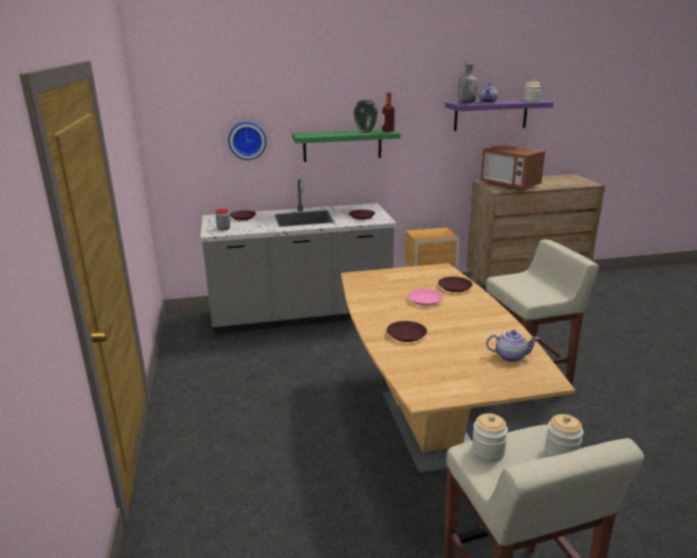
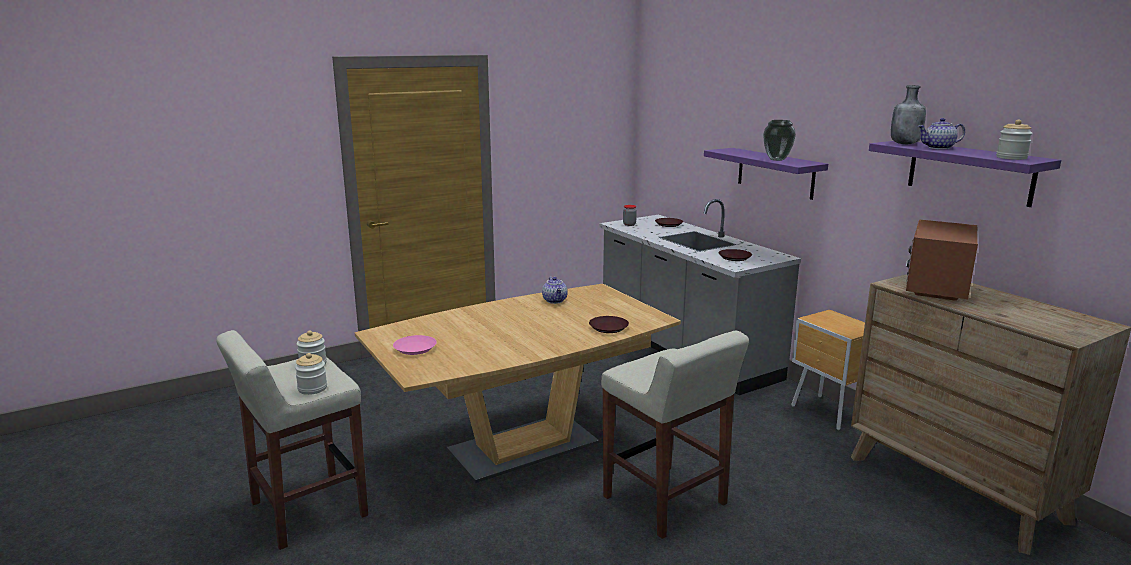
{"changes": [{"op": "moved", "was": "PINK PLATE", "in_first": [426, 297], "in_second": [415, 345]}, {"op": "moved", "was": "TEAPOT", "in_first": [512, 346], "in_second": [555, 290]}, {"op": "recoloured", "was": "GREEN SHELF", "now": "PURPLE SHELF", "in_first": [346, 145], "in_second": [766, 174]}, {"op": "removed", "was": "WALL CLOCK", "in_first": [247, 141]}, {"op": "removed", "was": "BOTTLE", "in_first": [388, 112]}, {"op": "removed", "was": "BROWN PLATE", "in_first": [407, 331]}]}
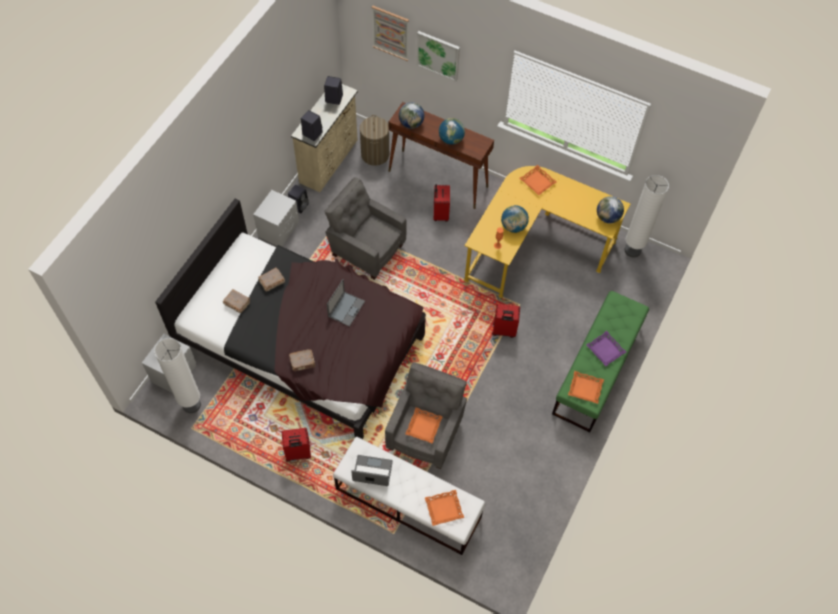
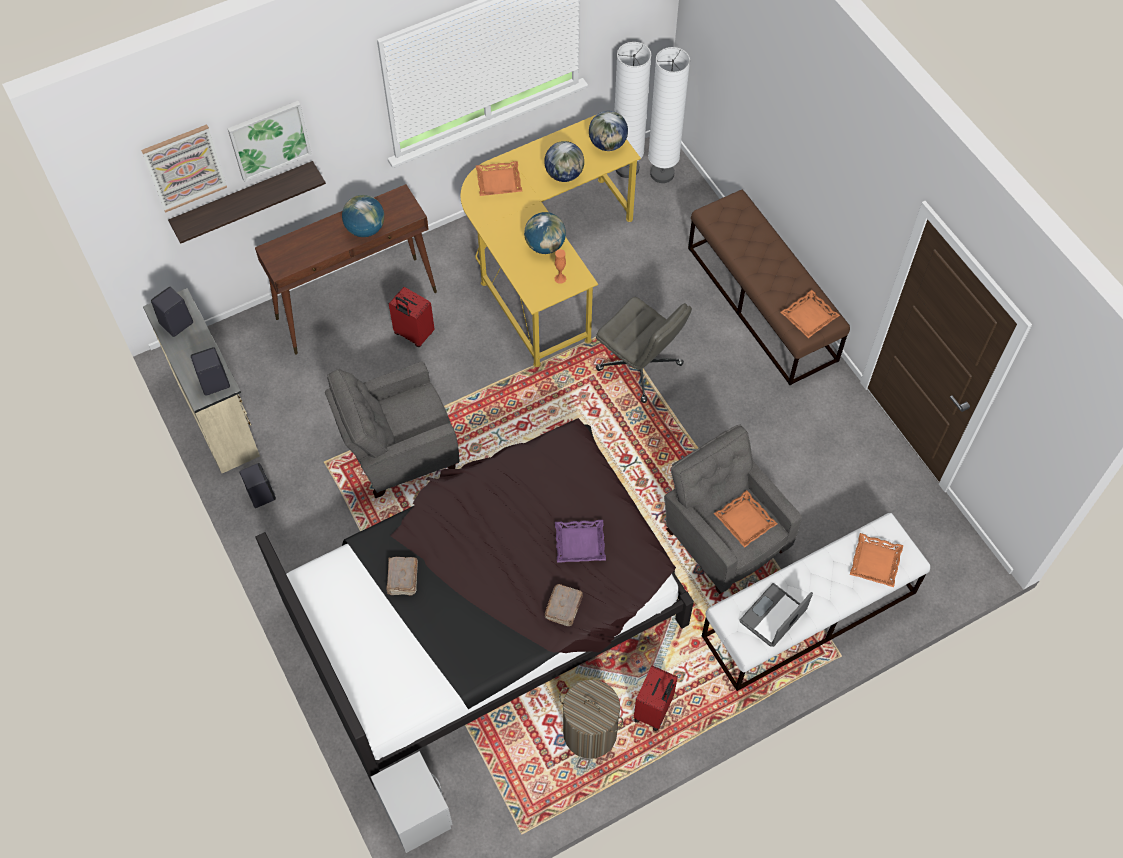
{"changes": [{"op": "added", "now": "SHELF", "in_second": [247, 202]}, {"op": "moved", "was": "GLOBE", "in_first": [411, 115], "in_second": [564, 161]}, {"op": "moved", "was": "PURPLE TRAY", "in_first": [606, 348], "in_second": [580, 541]}, {"op": "moved", "was": "LAUNDRY BASKET", "in_first": [374, 140], "in_second": [591, 719]}, {"op": "replaced", "was": "RED SUITCASE", "now": "GREY OFFICE CHAIR", "in_first": [506, 321], "in_second": [644, 350]}, {"op": "moved", "was": "WHITE FLOOR LAMP", "in_first": [177, 375], "in_second": [669, 115]}, {"op": "recoloured", "was": "GREEN BENCH", "now": "BROWN BENCH", "in_first": [600, 361], "in_second": [769, 287]}, {"op": "removed", "was": "BROWN BOOK", "in_first": [236, 301]}, {"op": "removed", "was": "GREY NIGHTSTAND", "in_first": [276, 218]}, {"op": "removed", "was": "LAPTOP", "in_first": [346, 303]}]}
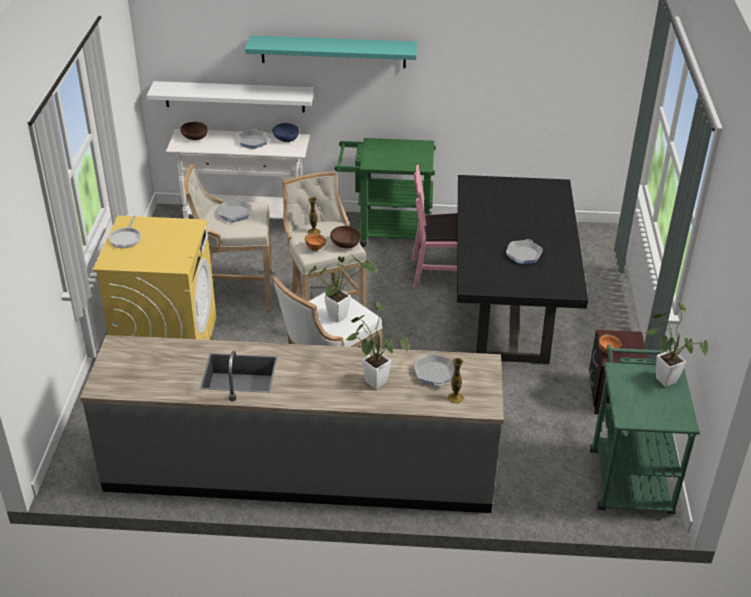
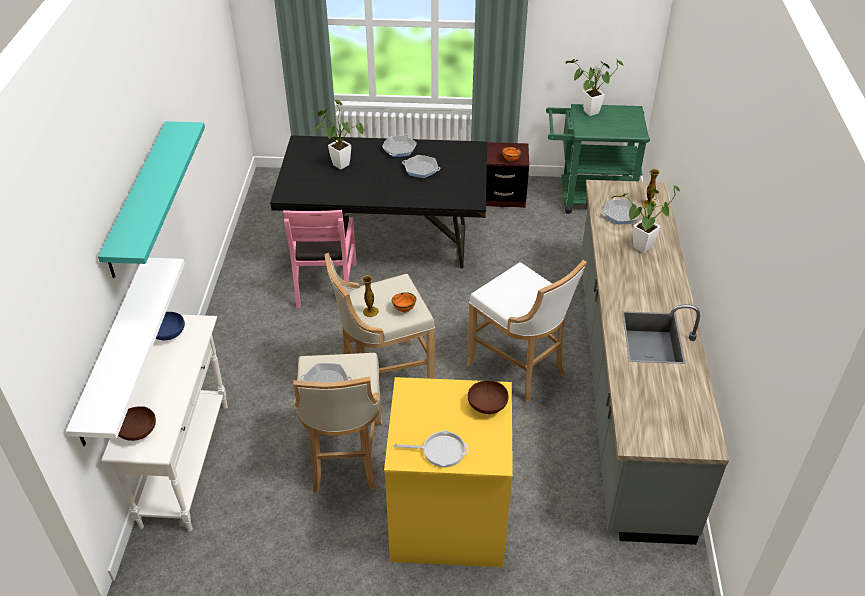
{"changes": [{"op": "moved", "was": "POTTED PLANT", "in_first": [342, 288], "in_second": [339, 135]}, {"op": "moved", "was": "FRYING PAN", "in_first": [253, 139], "in_second": [399, 146]}, {"op": "moved", "was": "BROWN BOWL", "in_first": [345, 237], "in_second": [488, 397]}, {"op": "removed", "was": "GREEN CART", "in_first": [385, 193]}]}
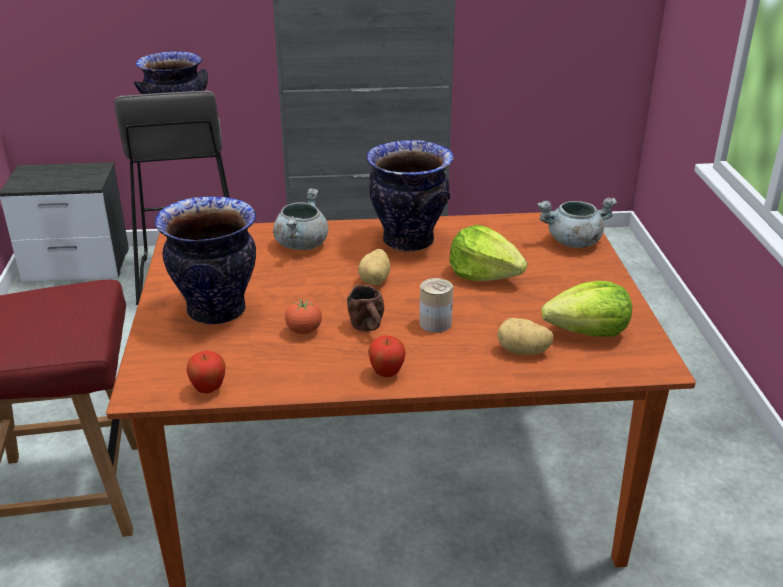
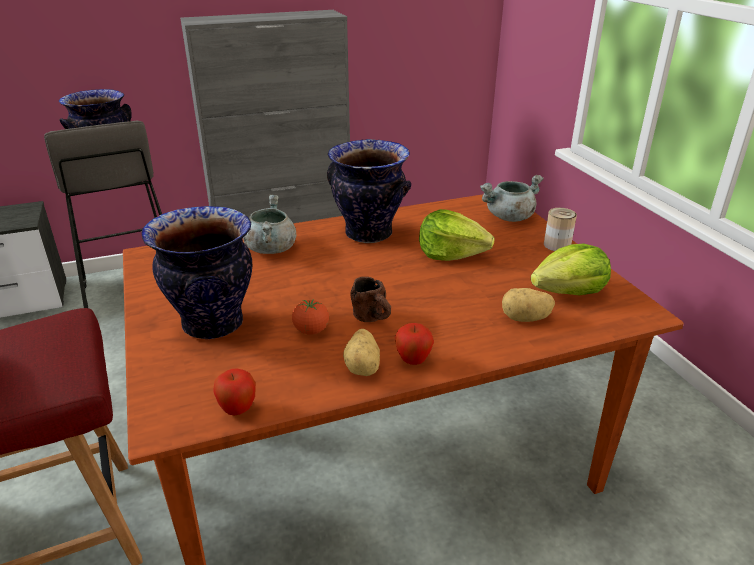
{"changes": [{"op": "moved", "was": "POTATO", "in_first": [374, 267], "in_second": [361, 352]}, {"op": "moved", "was": "CAN", "in_first": [436, 305], "in_second": [560, 229]}]}
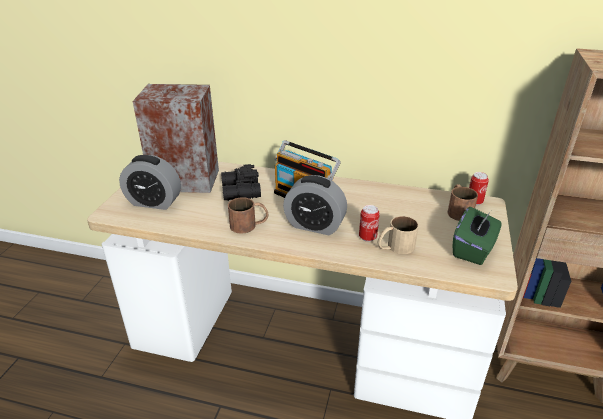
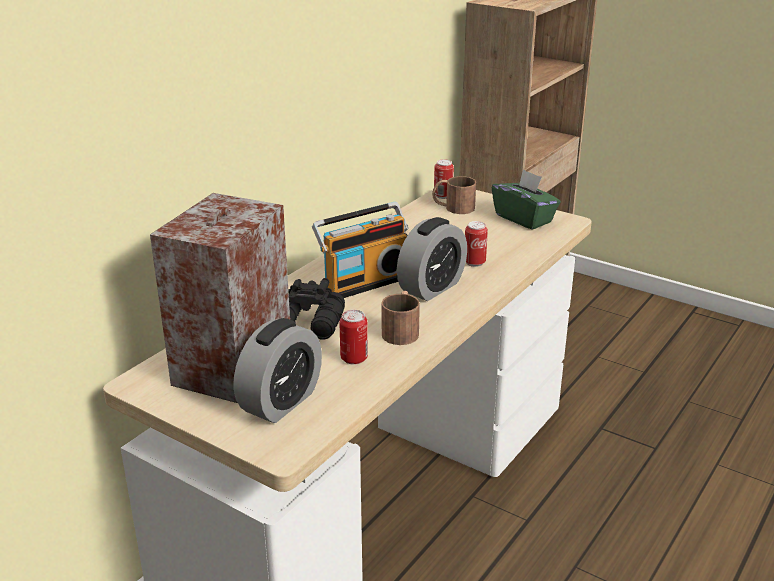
{"changes": [{"op": "added", "now": "CAN", "in_second": [353, 337]}, {"op": "removed", "was": "BEIGE MUG", "in_first": [398, 235]}]}
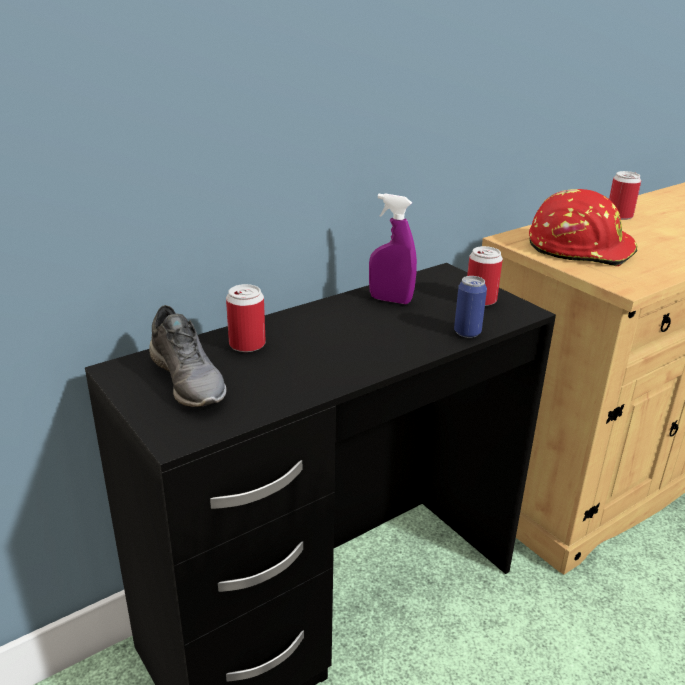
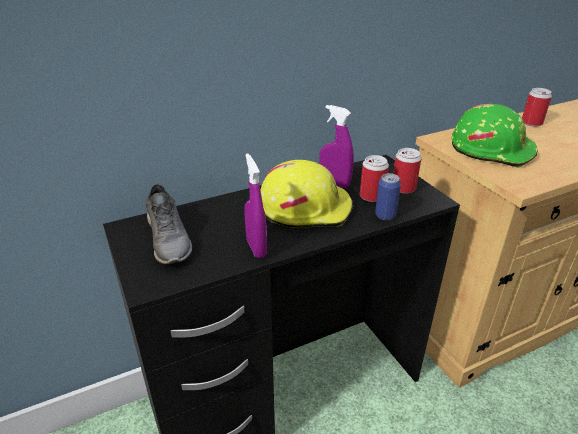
{"changes": [{"op": "added", "now": "PURPLE SPRAY BOTTLE", "in_second": [255, 206]}, {"op": "added", "now": "YELLOW HARD HAT", "in_second": [307, 194]}, {"op": "moved", "was": "CAN", "in_first": [246, 318], "in_second": [374, 178]}, {"op": "recoloured", "was": "RED HARD HAT", "now": "GREEN HARD HAT", "in_first": [583, 227], "in_second": [495, 136]}]}
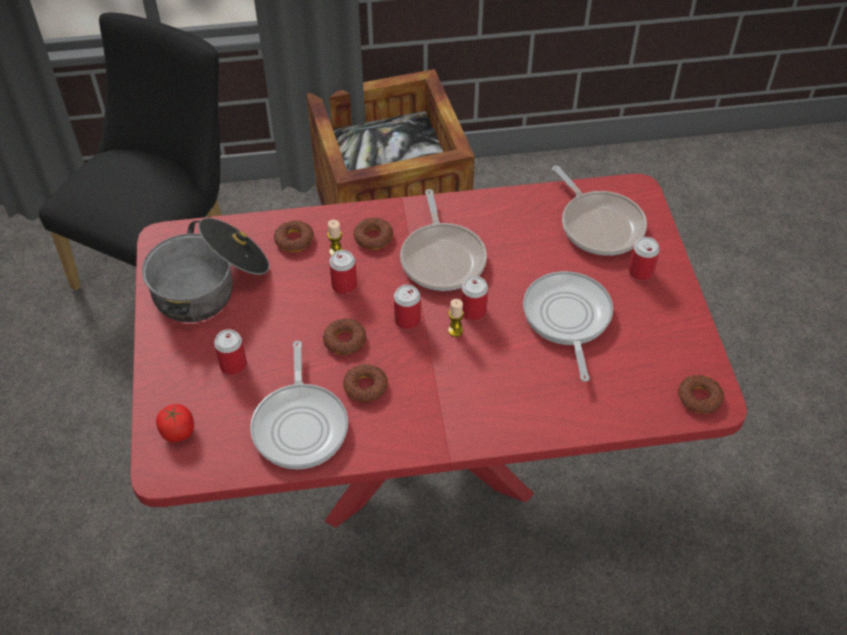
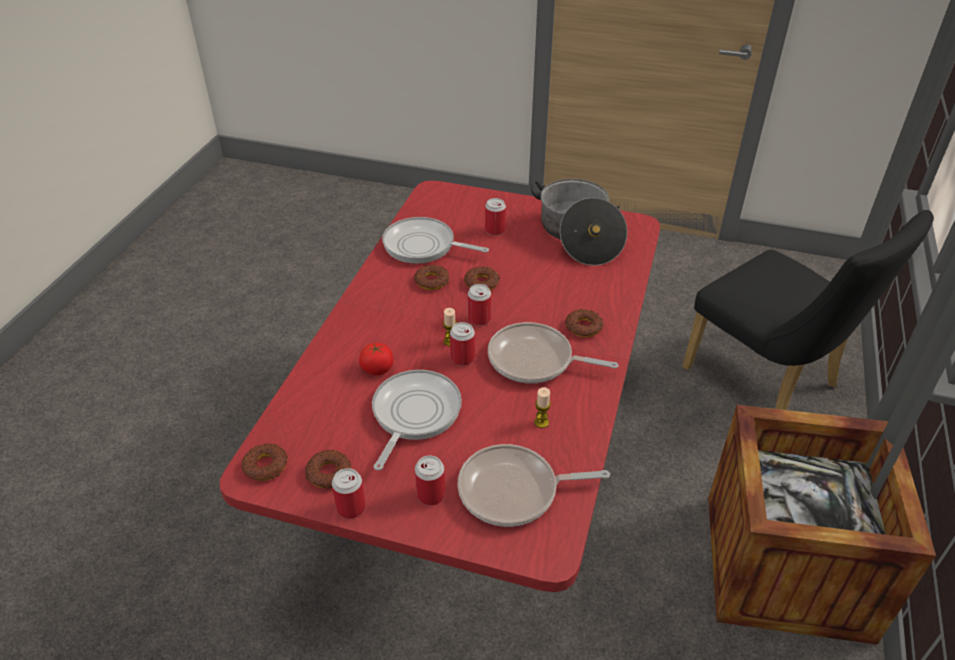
{"changes": [{"op": "moved", "was": "DONUT", "in_first": [294, 236], "in_second": [328, 469]}, {"op": "moved", "was": "CAN", "in_first": [343, 272], "in_second": [349, 493]}, {"op": "moved", "was": "TOMATO", "in_first": [175, 423], "in_second": [376, 359]}, {"op": "turned", "was": "FRYING PAN", "in_first": [568, 326], "in_second": [417, 420], "clockwise": -90}, {"op": "moved", "was": "CANDLE", "in_first": [335, 238], "in_second": [542, 407]}]}
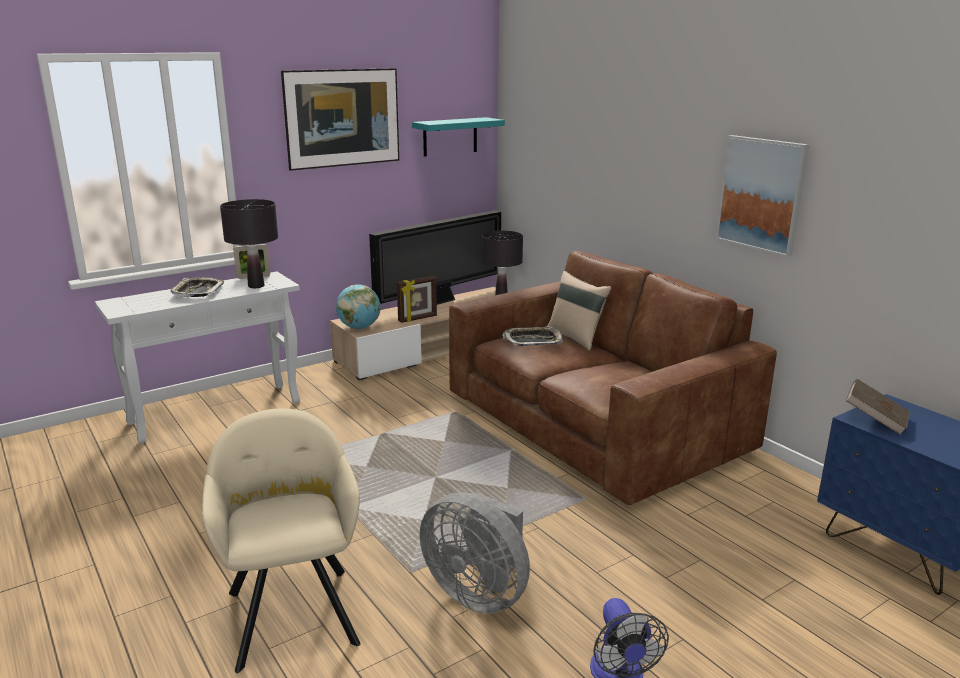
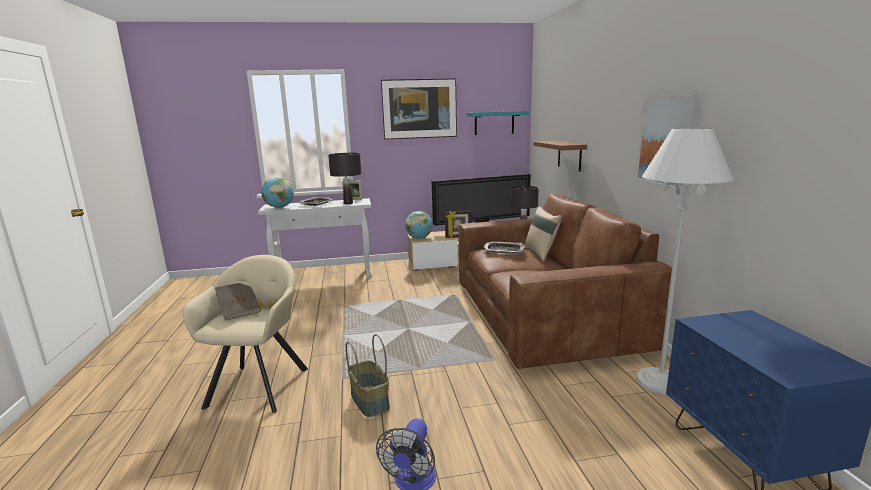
{"changes": [{"op": "moved", "was": "BROWN BOOK", "in_first": [878, 407], "in_second": [238, 302]}, {"op": "added", "now": "GLOBE", "in_second": [277, 192]}, {"op": "replaced", "was": "GREY FAN", "now": "BASKET", "in_first": [474, 553], "in_second": [367, 375]}, {"op": "added", "now": "BROWN SHELF", "in_second": [560, 156]}, {"op": "added", "now": "WHITE FLOOR LAMP", "in_second": [685, 261]}]}
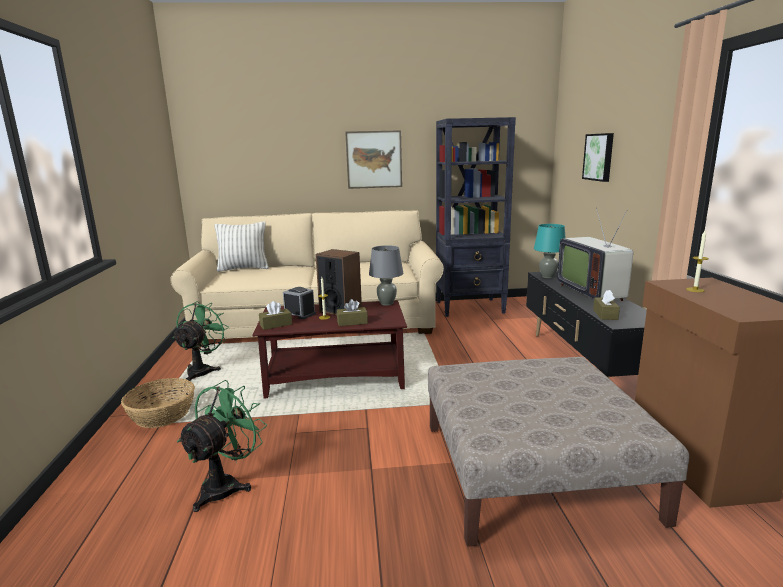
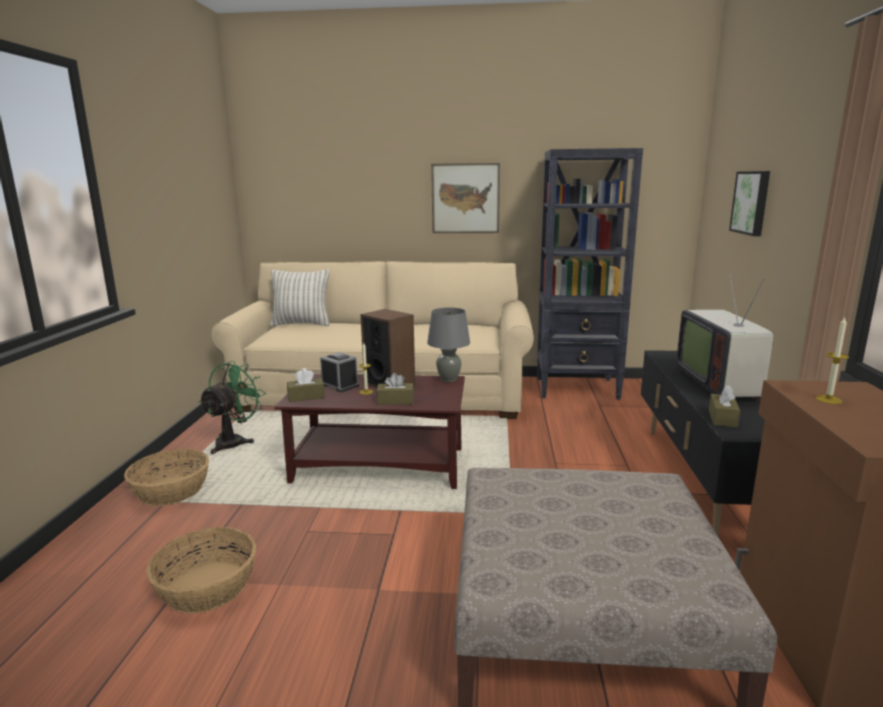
{"changes": [{"op": "replaced", "was": "GREEN FAN", "now": "BASKET", "in_first": [222, 446], "in_second": [201, 570]}, {"op": "removed", "was": "TURQUOISE TABLE LAMP", "in_first": [550, 251]}]}
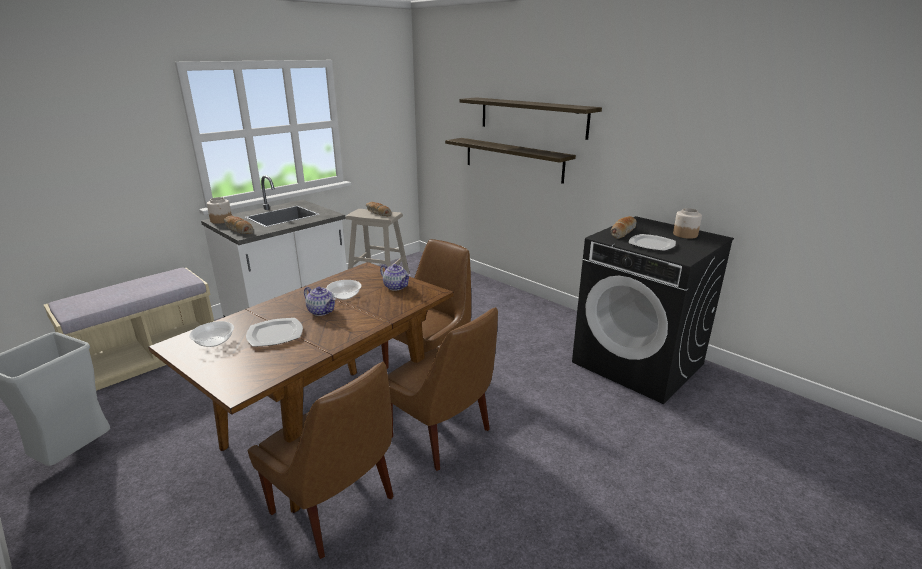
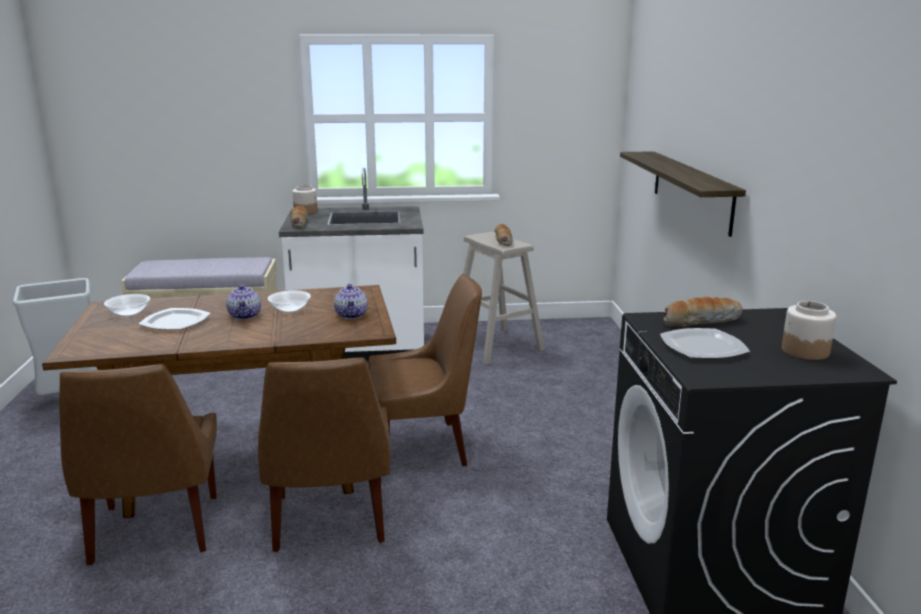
{"changes": [{"op": "removed", "was": "SHELF", "in_first": [530, 118]}]}
